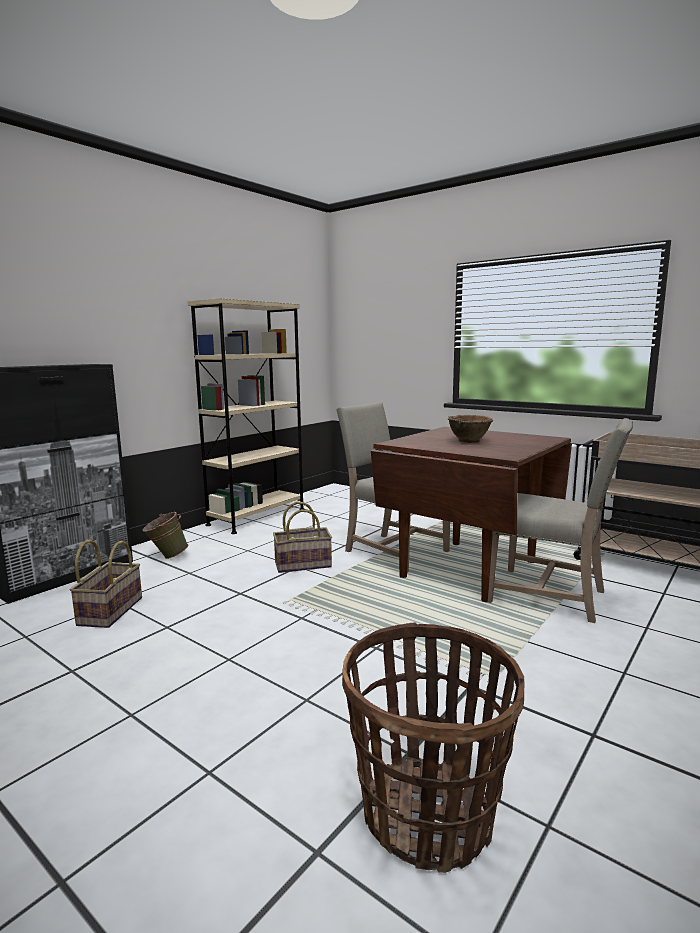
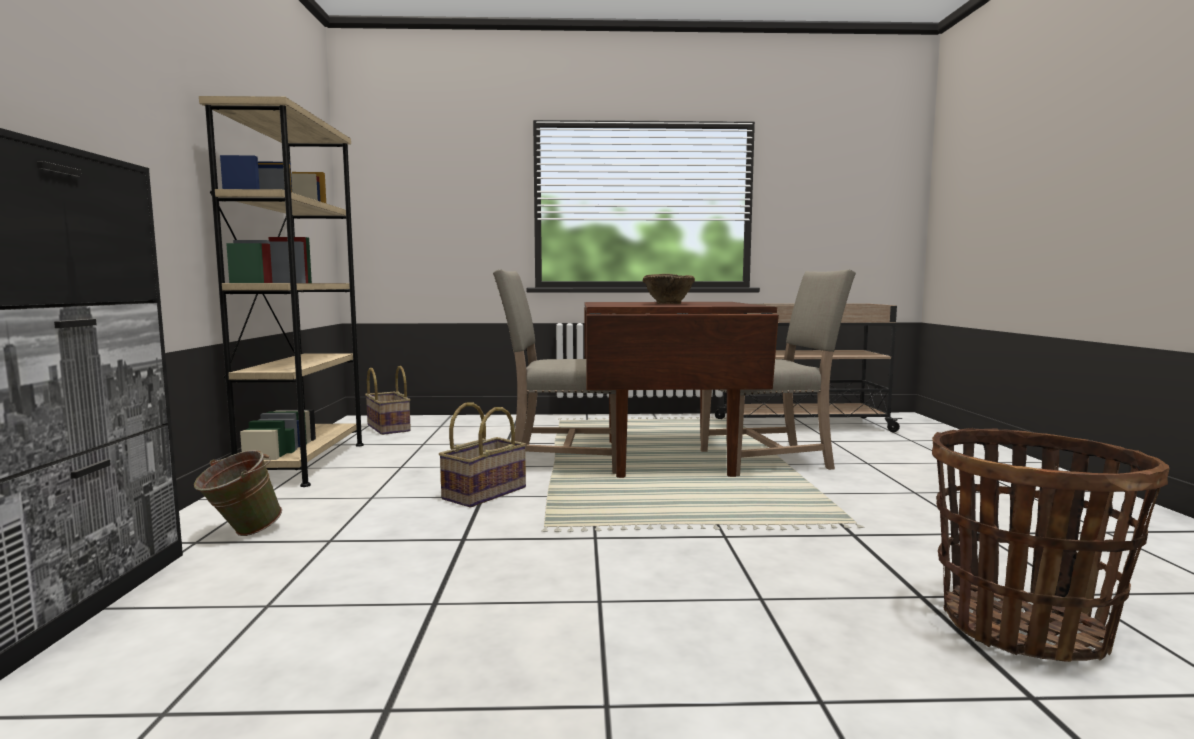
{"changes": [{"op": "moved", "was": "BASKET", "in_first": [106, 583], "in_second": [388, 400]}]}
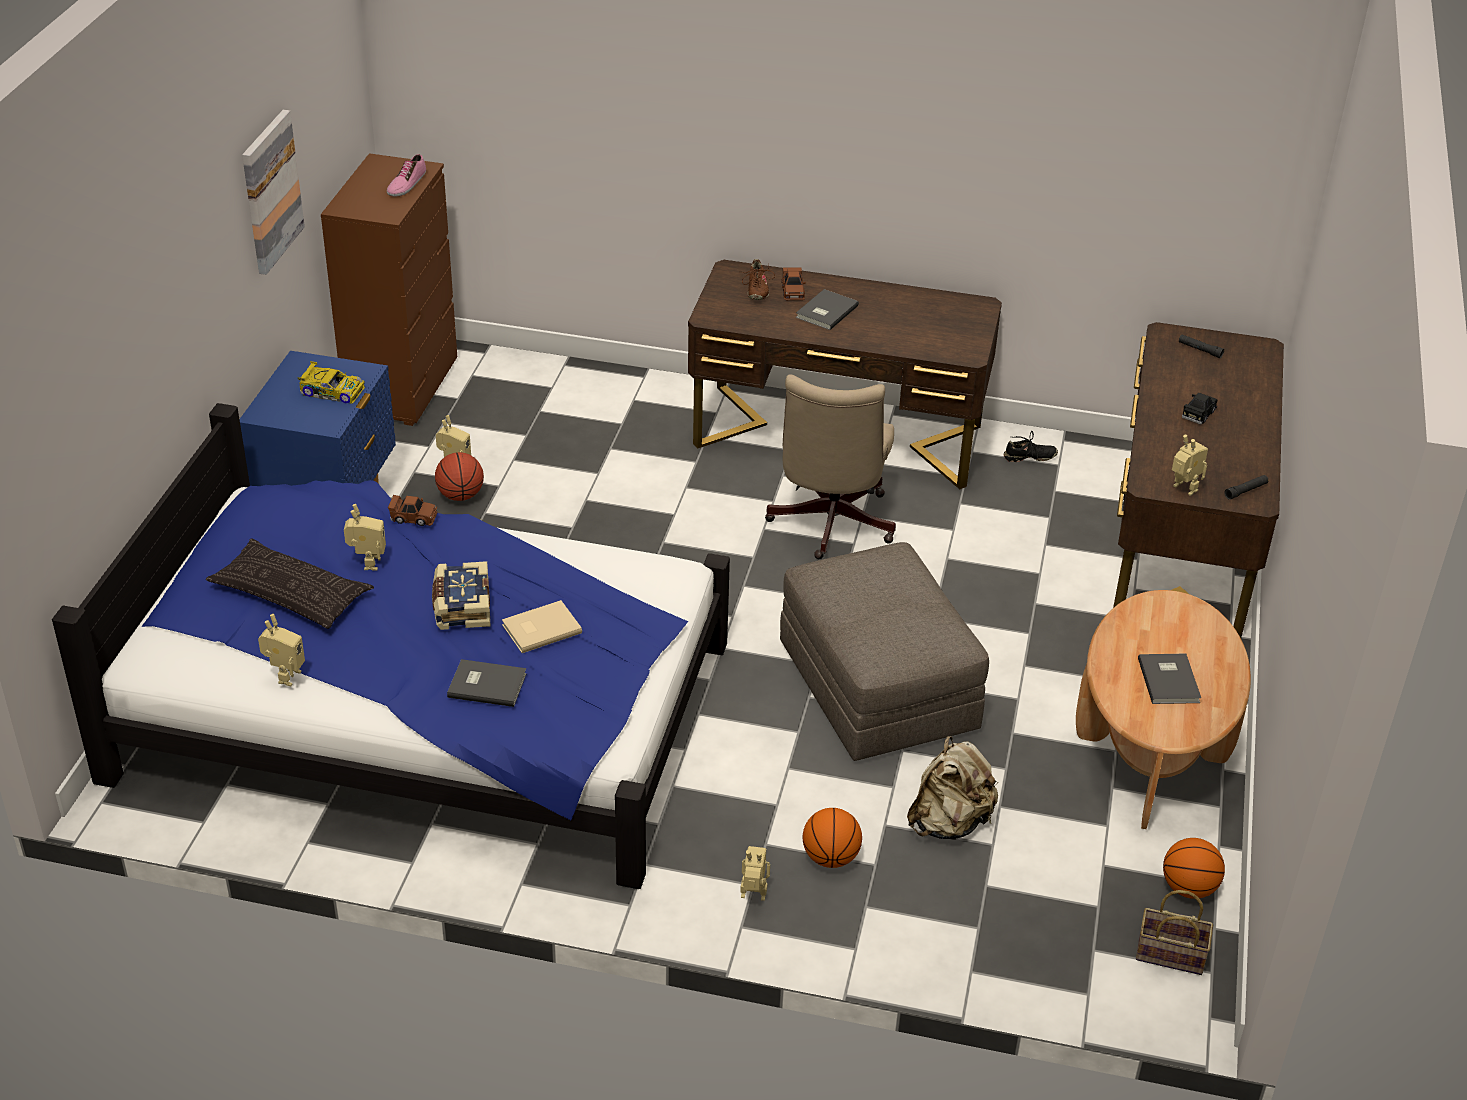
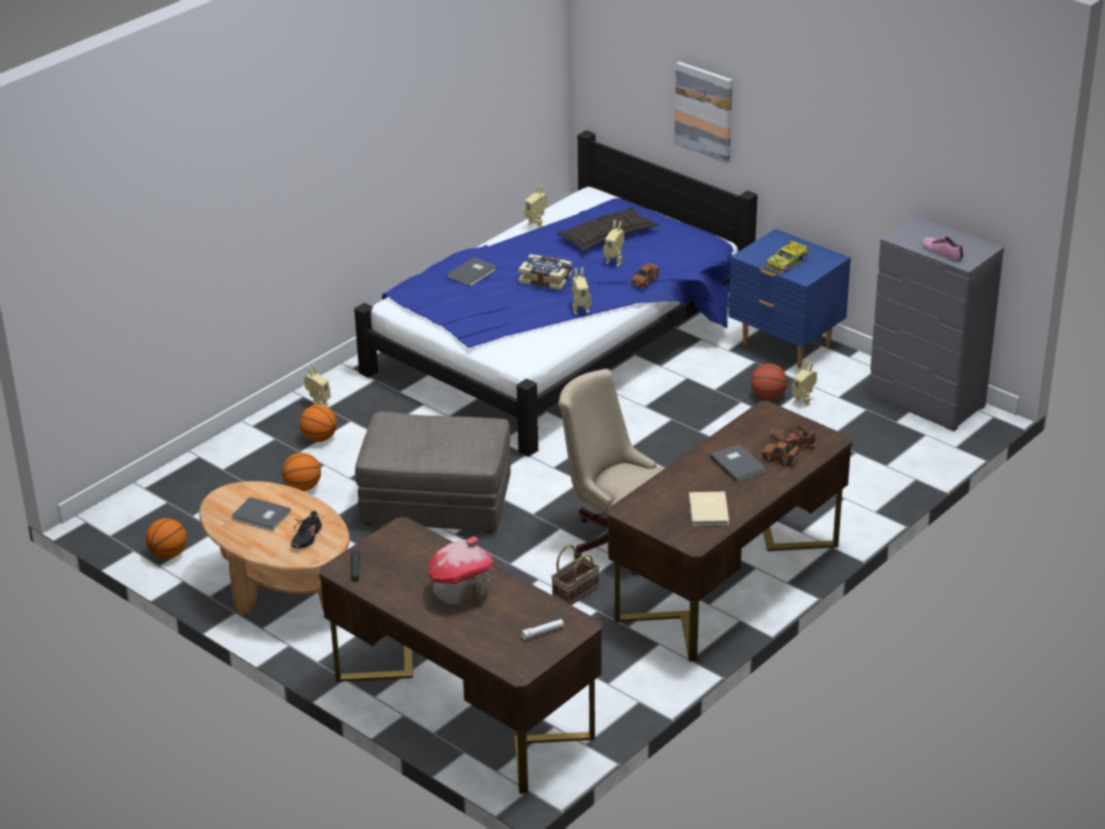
{"changes": [{"op": "replaced", "was": "BEIGE BACKPACK", "now": "BASKETBALL", "in_first": [952, 787], "in_second": [301, 472]}, {"op": "moved", "was": "BLACK SHOE", "in_first": [1031, 446], "in_second": [306, 529]}, {"op": "replaced", "was": "BLACK TOY CAR", "now": "TOY HOUSE", "in_first": [1199, 408], "in_second": [461, 571]}, {"op": "recoloured", "was": "BLACK FLASHLIGHT", "now": "WHITE FLASHLIGHT", "in_first": [1201, 346], "in_second": [542, 629]}, {"op": "moved", "was": "BASKET", "in_first": [1174, 932], "in_second": [575, 575]}, {"op": "moved", "was": "TOY ROBOT", "in_first": [1190, 465], "in_second": [581, 291]}, {"op": "moved", "was": "PICTURE", "in_first": [273, 192], "in_second": [703, 112]}, {"op": "moved", "was": "BEIGE BOOK", "in_first": [542, 626], "in_second": [709, 509]}, {"op": "recoloured", "was": "BROWN DRESSER", "now": "GREY DRESSER", "in_first": [389, 289], "in_second": [936, 323]}]}
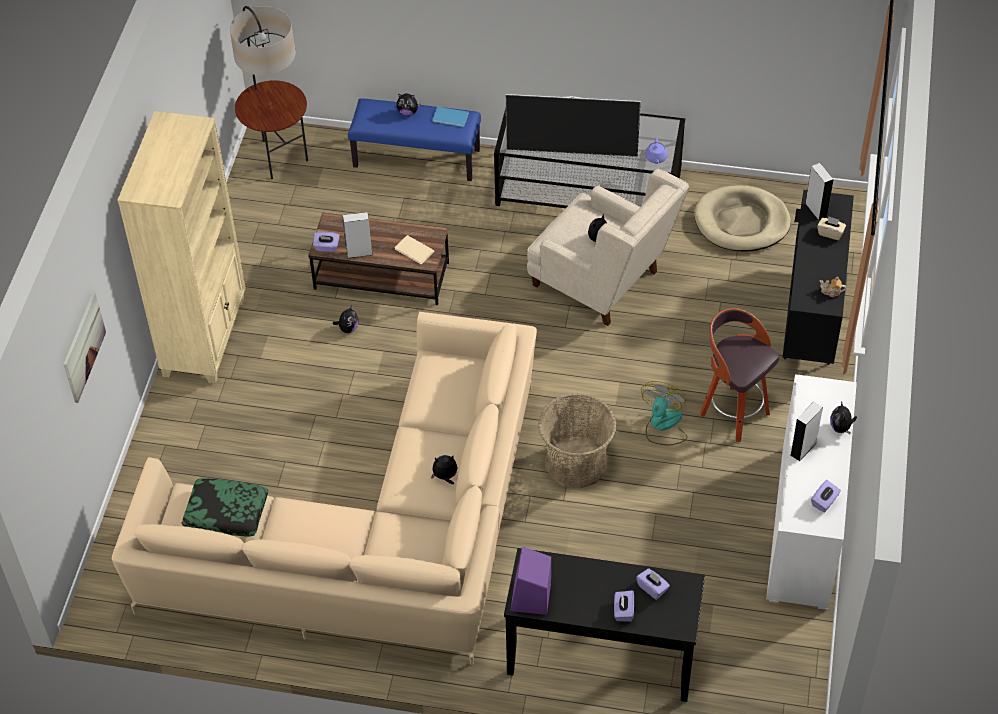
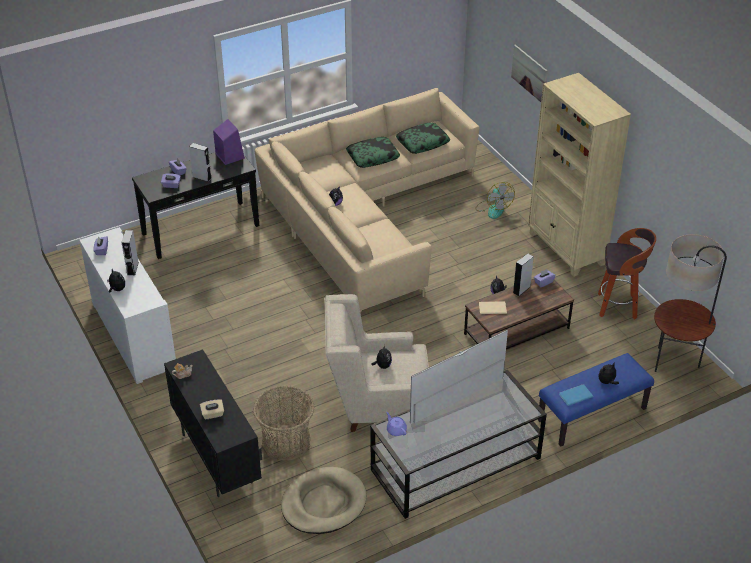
{"changes": [{"op": "moved", "was": "GREY SPEAKER", "in_first": [819, 192], "in_second": [200, 162]}, {"op": "moved", "was": "BASKET", "in_first": [577, 441], "in_second": [283, 423]}, {"op": "added", "now": "PILLOW", "in_second": [373, 152]}, {"op": "moved", "was": "FAN", "in_first": [664, 413], "in_second": [495, 200]}, {"op": "moved", "was": "STOOL", "in_first": [739, 375], "in_second": [627, 273]}]}
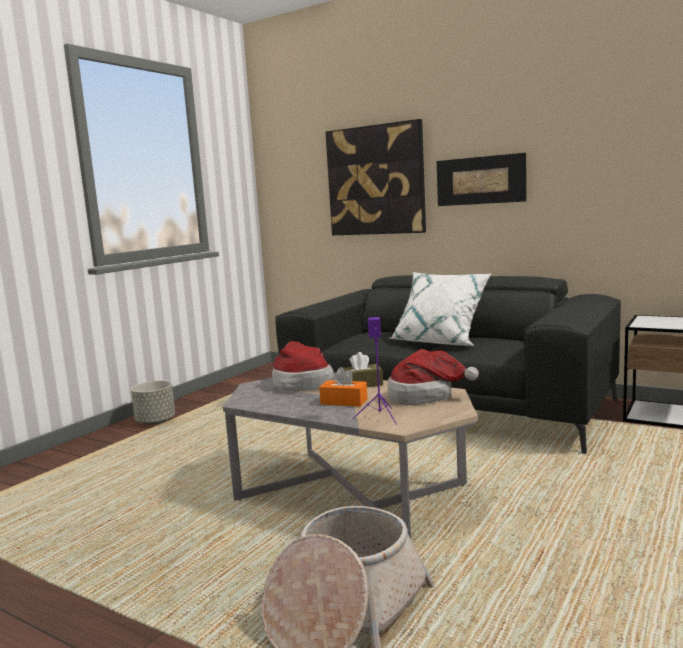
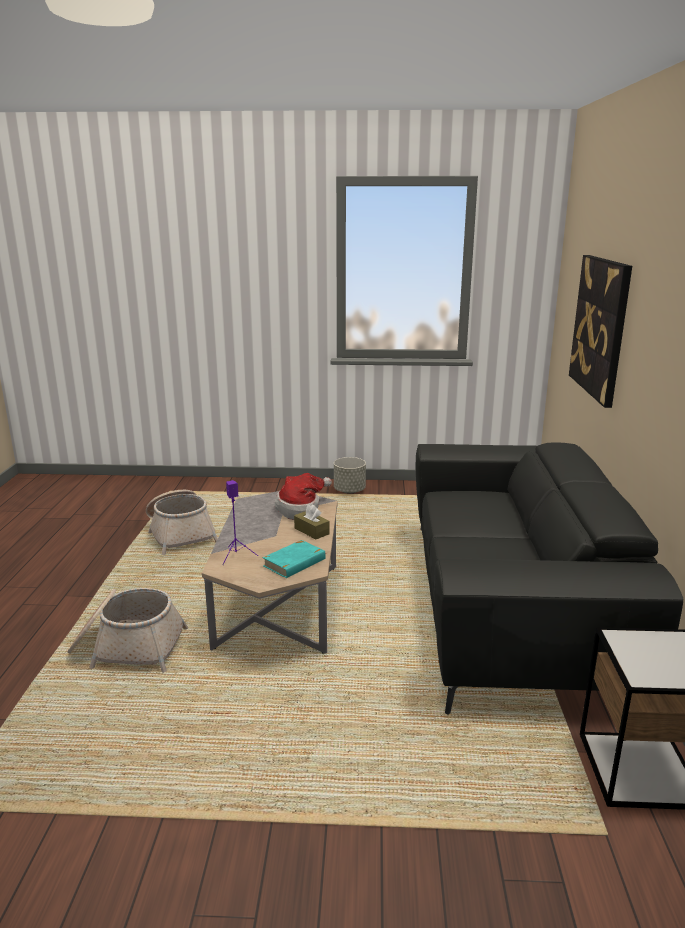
{"changes": [{"op": "added", "now": "BASKET", "in_second": [182, 522]}, {"op": "replaced", "was": "HAT", "now": "TURQUOISE BOOK", "in_first": [433, 377], "in_second": [294, 559]}, {"op": "removed", "was": "ORANGE TISSUE BOX", "in_first": [343, 387]}, {"op": "removed", "was": "WHITE PILLOW", "in_first": [440, 309]}, {"op": "removed", "was": "PICTURE", "in_first": [482, 179]}]}
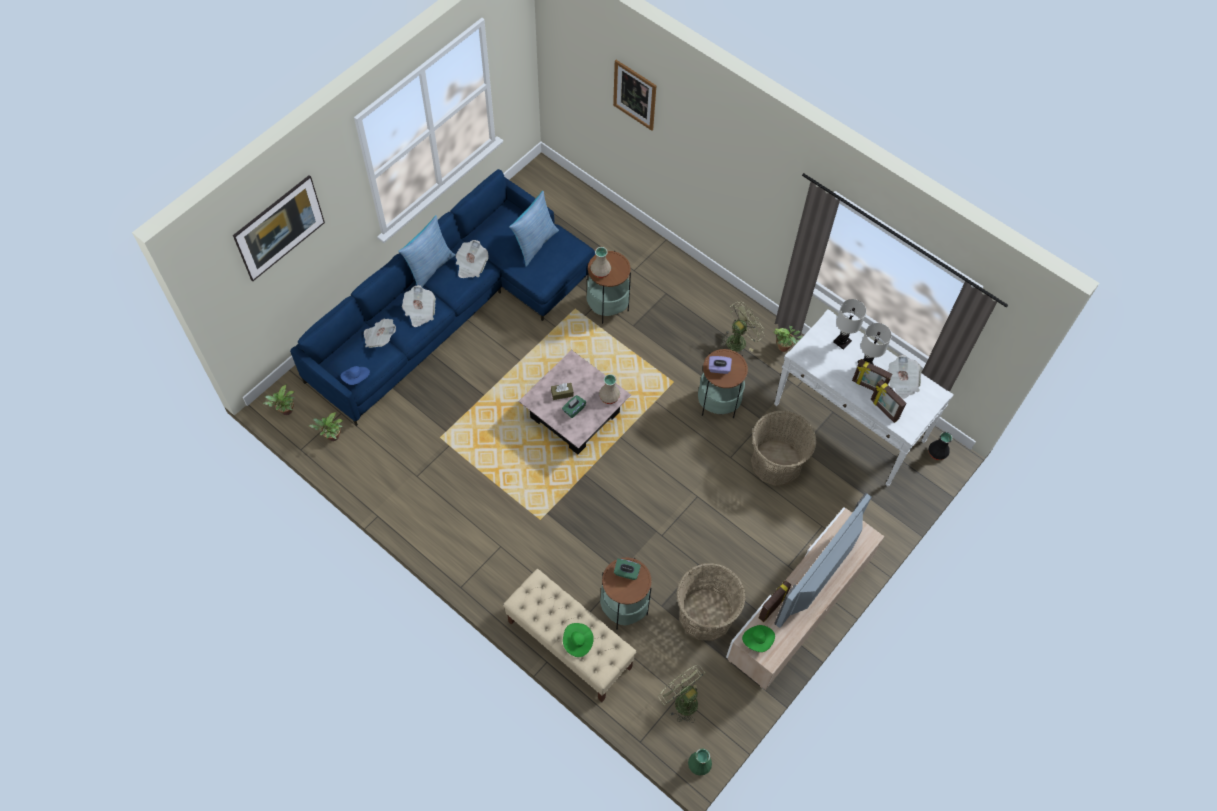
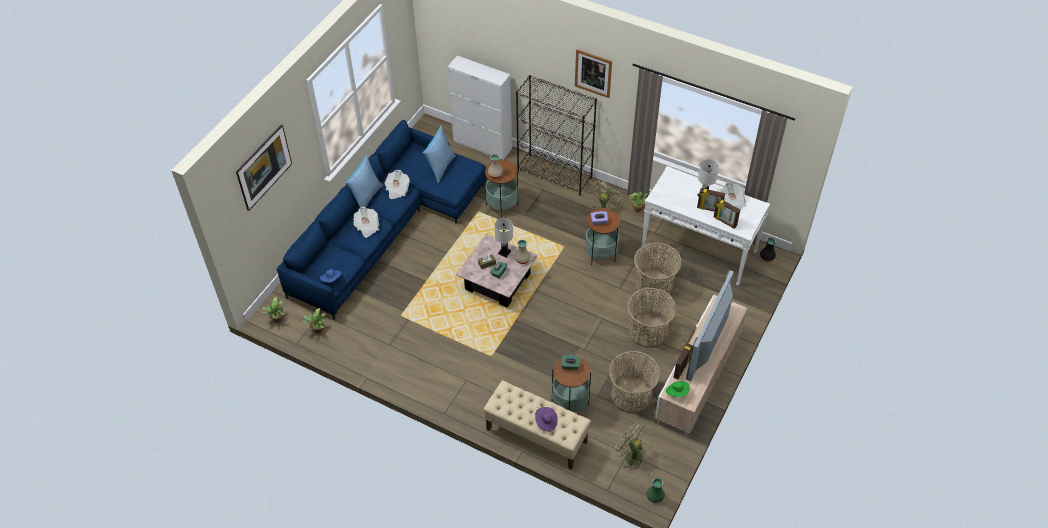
{"changes": [{"op": "added", "now": "WHITE CABINET", "in_second": [480, 108]}, {"op": "moved", "was": "WHITE TABLE LAMP", "in_first": [849, 324], "in_second": [504, 237]}, {"op": "added", "now": "BLACK BOOKCASE", "in_second": [556, 135]}, {"op": "recoloured", "was": "GREEN HAT", "now": "PURPLE HAT", "in_first": [578, 640], "in_second": [546, 419]}, {"op": "moved", "was": "PICTURE", "in_first": [634, 95], "in_second": [593, 73]}, {"op": "added", "now": "BASKET", "in_second": [652, 318]}, {"op": "removed", "was": "NEWSPAPER", "in_first": [380, 333]}]}
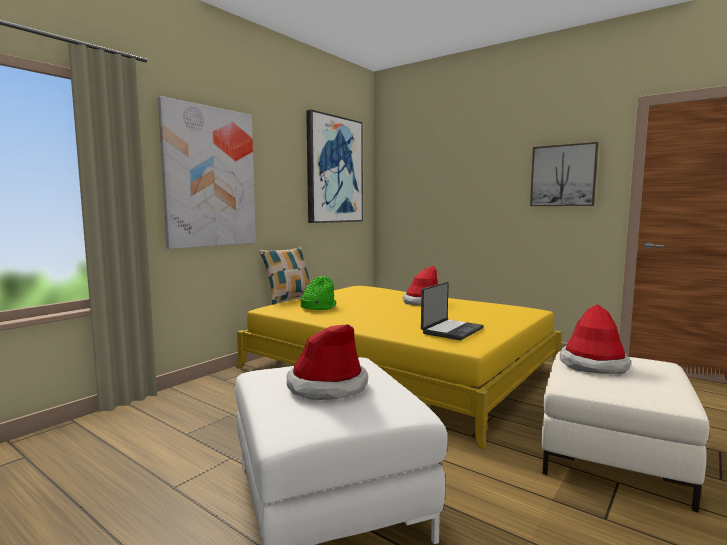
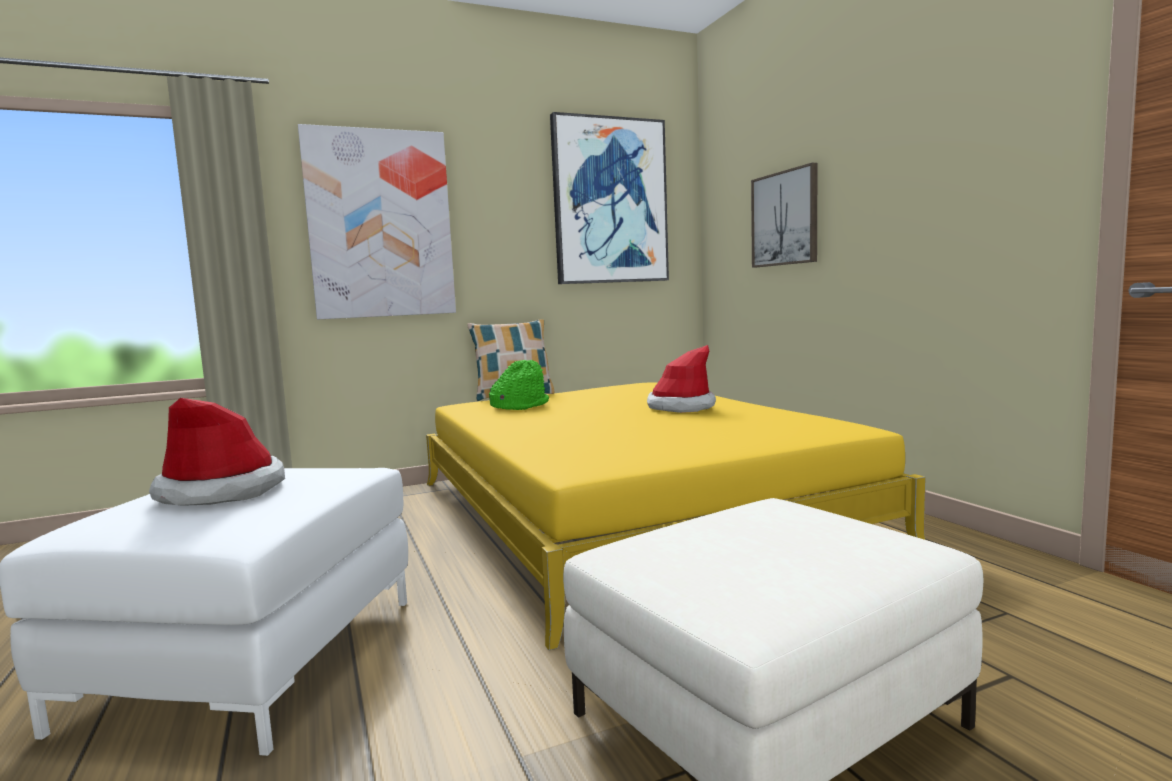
{"changes": [{"op": "moved", "was": "PICTURE", "in_first": [564, 174], "in_second": [784, 215]}, {"op": "removed", "was": "LAPTOP", "in_first": [452, 311]}, {"op": "removed", "was": "HAT", "in_first": [595, 339]}]}
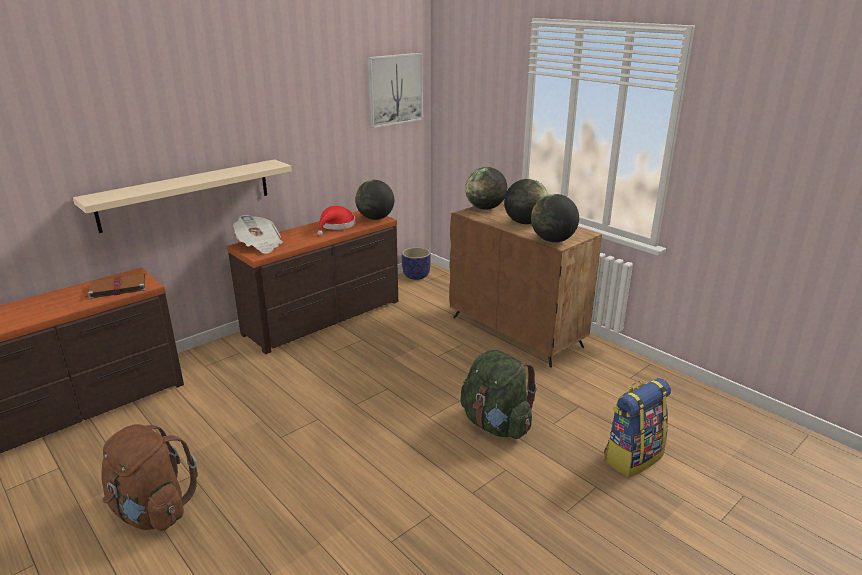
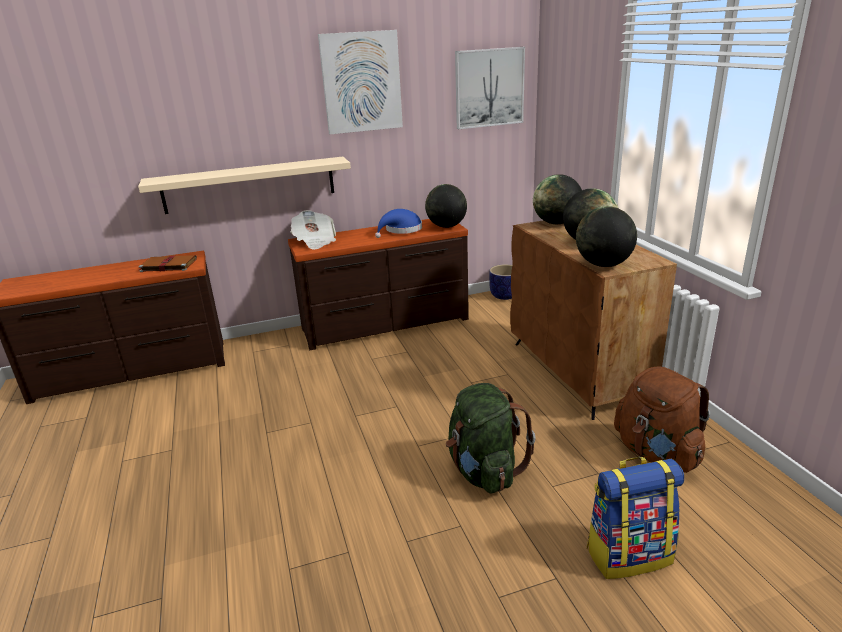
{"changes": [{"op": "added", "now": "PICTURE", "in_second": [360, 82]}, {"op": "recoloured", "was": "RED HAT", "now": "BLUE HAT", "in_first": [336, 221], "in_second": [398, 223]}, {"op": "moved", "was": "BROWN BACKPACK", "in_first": [149, 477], "in_second": [662, 419]}]}
